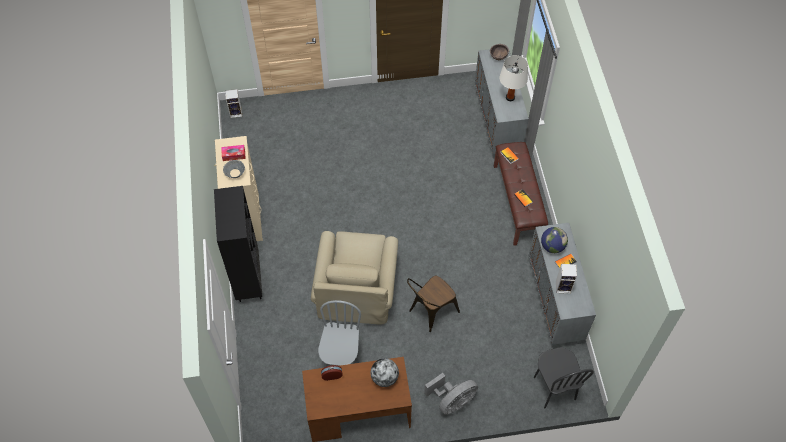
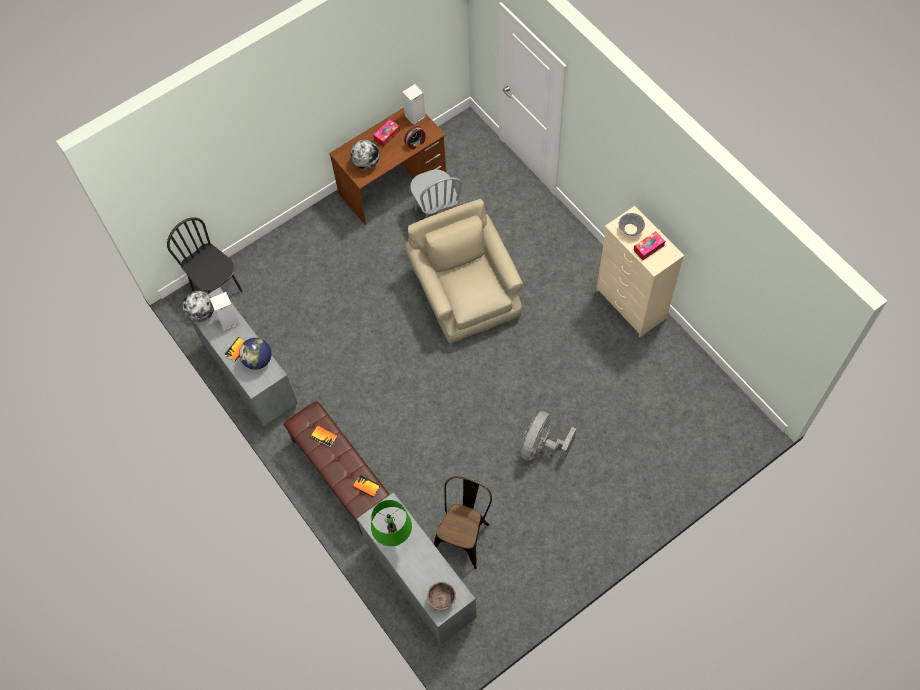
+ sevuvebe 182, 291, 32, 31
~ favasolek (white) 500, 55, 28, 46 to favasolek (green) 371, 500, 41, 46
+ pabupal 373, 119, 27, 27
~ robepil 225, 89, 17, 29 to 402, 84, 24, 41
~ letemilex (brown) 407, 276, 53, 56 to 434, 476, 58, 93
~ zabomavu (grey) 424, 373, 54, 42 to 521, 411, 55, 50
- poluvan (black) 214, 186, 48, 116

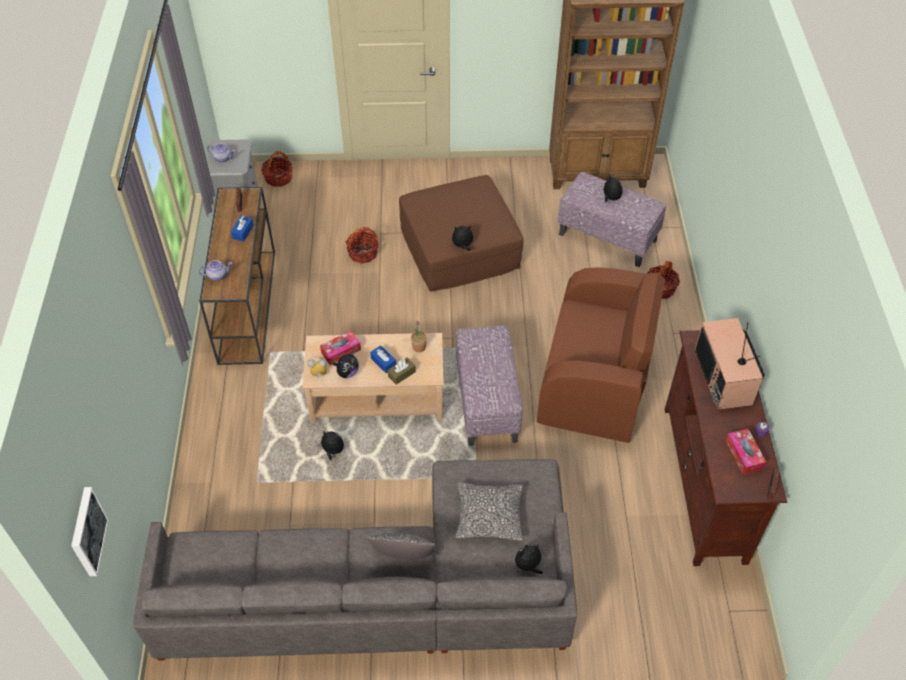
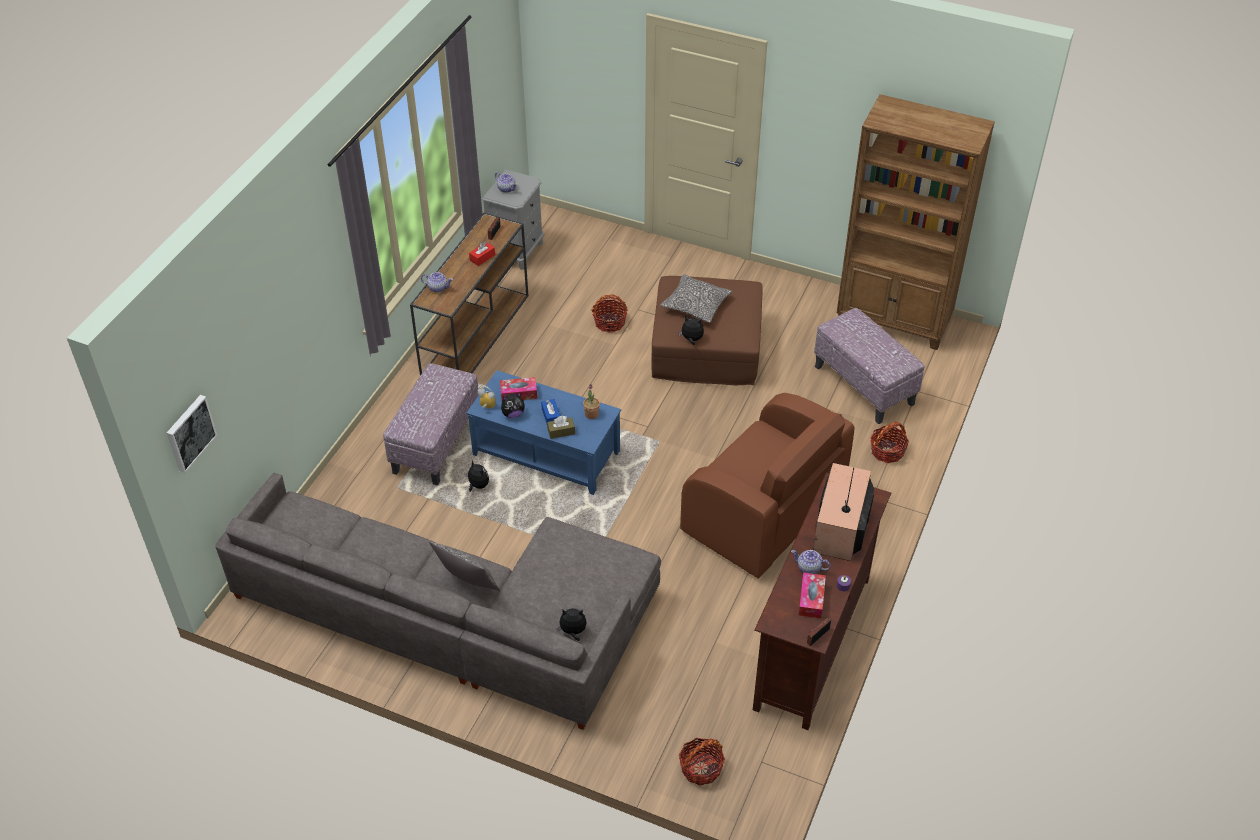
~ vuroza 456, 326, 67, 120 to 383, 363, 96, 122
~ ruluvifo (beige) 302, 333, 142, 90 to ruluvifo (blue) 466, 370, 155, 125
~ pabupal (blue) 231, 216, 23, 25 to pabupal (red) 469, 242, 26, 24
~ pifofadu 456, 482, 67, 59 to 660, 274, 73, 49
~ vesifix 261, 151, 32, 36 to 679, 738, 46, 47
+ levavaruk 791, 550, 39, 24
- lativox 600, 175, 23, 27

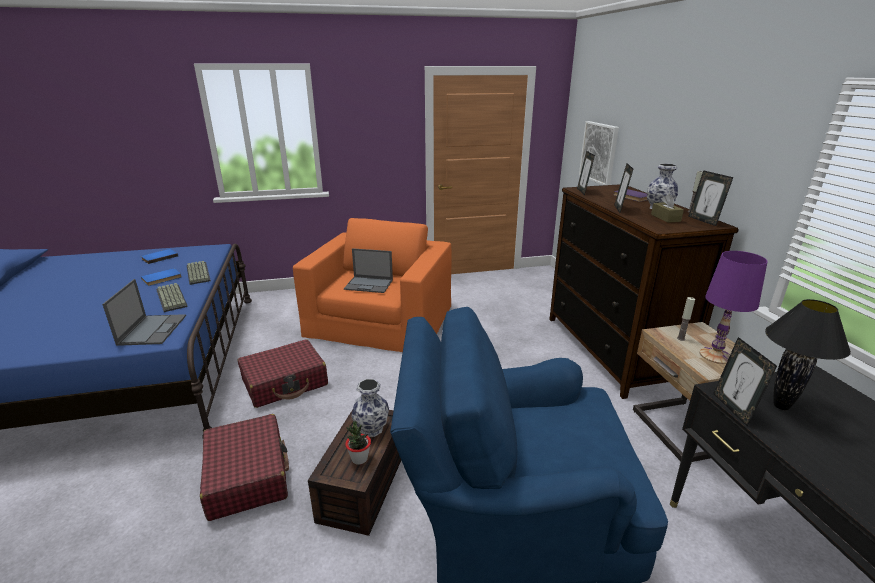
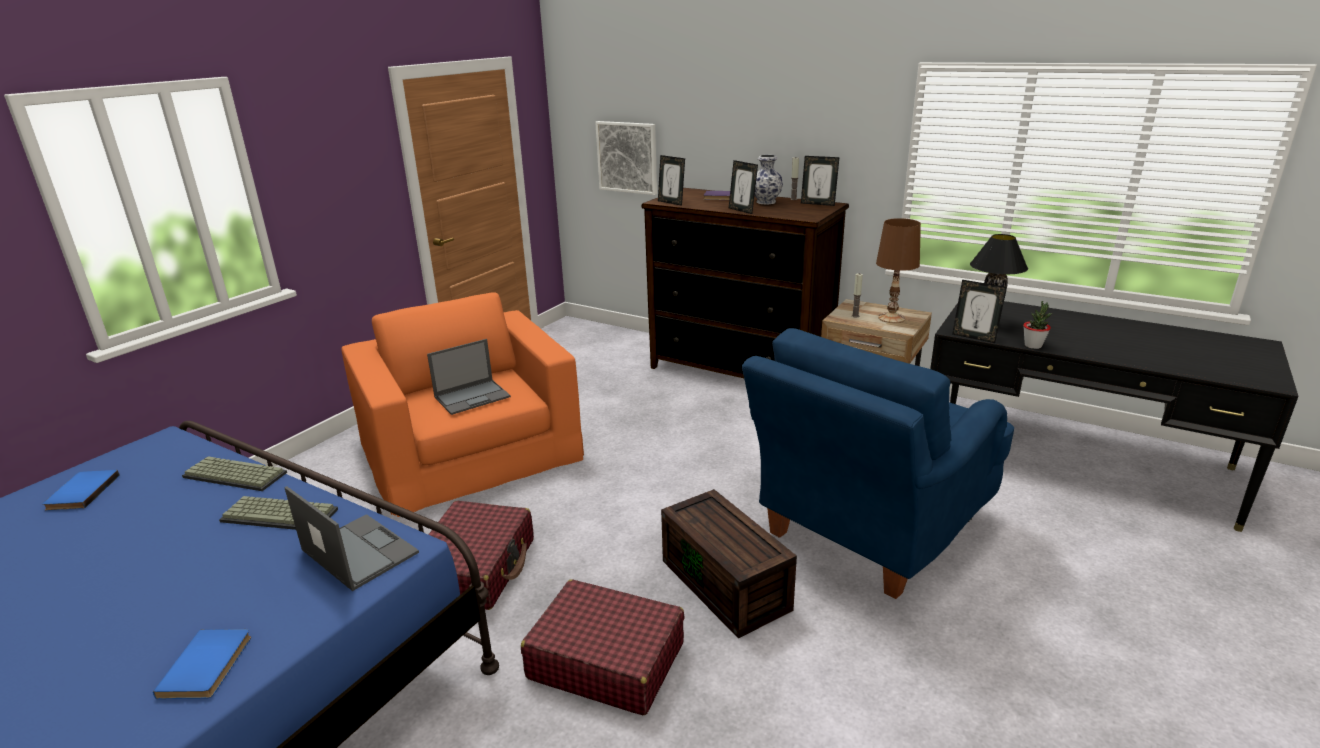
~ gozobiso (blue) 141, 268, 41, 18 to 153, 629, 98, 70
~ favasolek (purple) 700, 251, 68, 113 to favasolek (brown) 876, 218, 45, 105
~ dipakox 345, 421, 26, 44 to 1023, 301, 30, 48
- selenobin 351, 379, 38, 58
- pabupal (brown) 651, 194, 33, 29

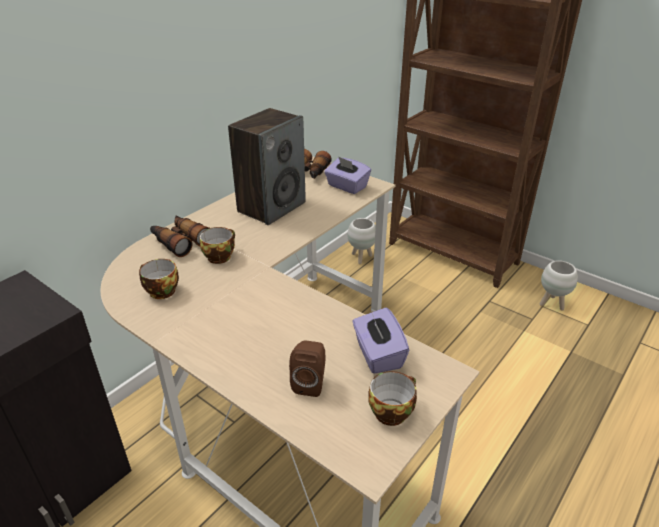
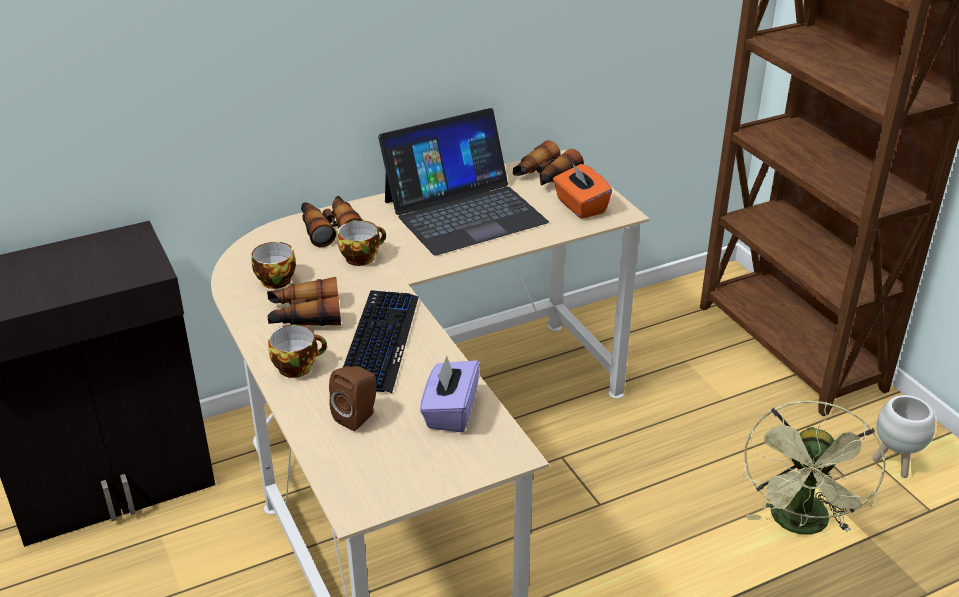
+ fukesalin 267, 277, 74, 49
~ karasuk 368, 371, 49, 55 to 268, 325, 59, 53
+ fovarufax 343, 290, 76, 103
~ robepil 228, 108, 78, 117 to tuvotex 378, 108, 171, 147
~ pabupal (purple) 324, 156, 47, 38 to pabupal (orange) 553, 163, 59, 56
+ zabomavu (green) 744, 401, 141, 134
- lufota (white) 347, 218, 29, 46

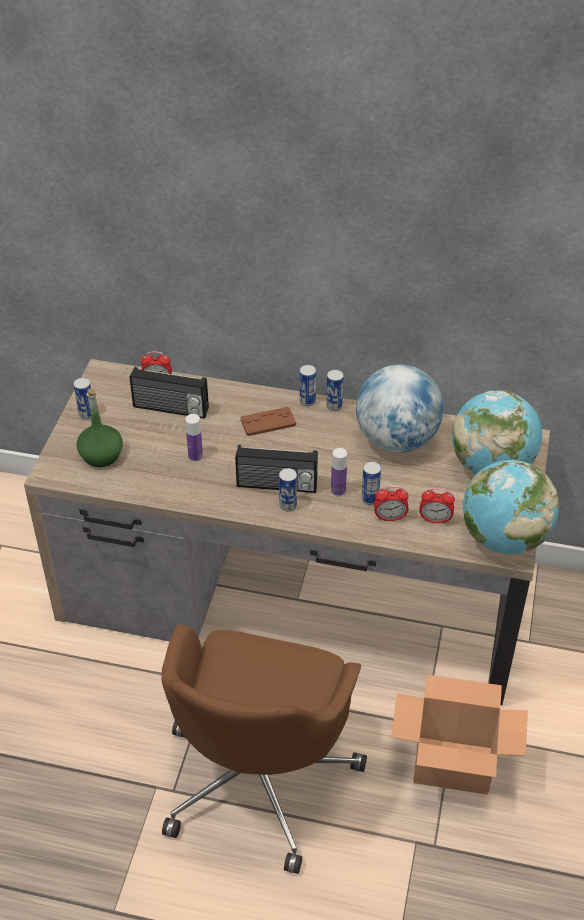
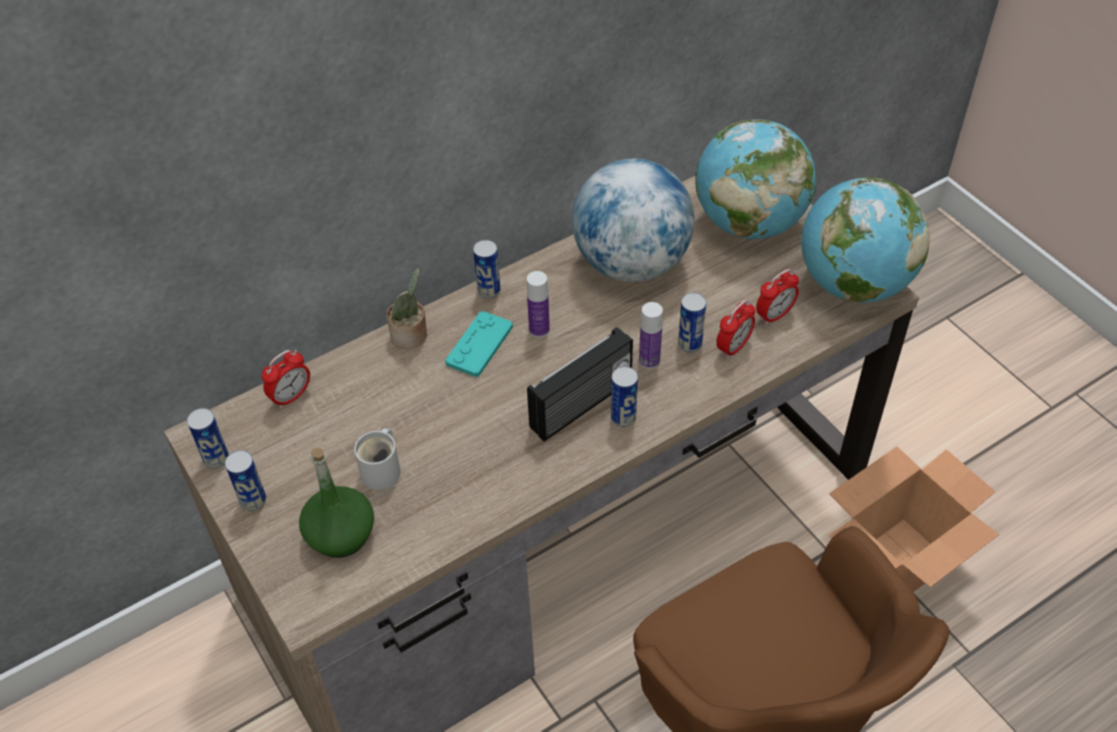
~ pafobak 326, 370, 18, 41 to 187, 408, 42, 60
+ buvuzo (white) 354, 428, 47, 62
+ dipakox 387, 268, 40, 81
~ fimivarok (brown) 241, 407, 55, 29 to fimivarok (turquoise) 445, 311, 68, 66
~ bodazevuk 186, 414, 17, 48 to 527, 271, 23, 66
- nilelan 130, 367, 79, 52

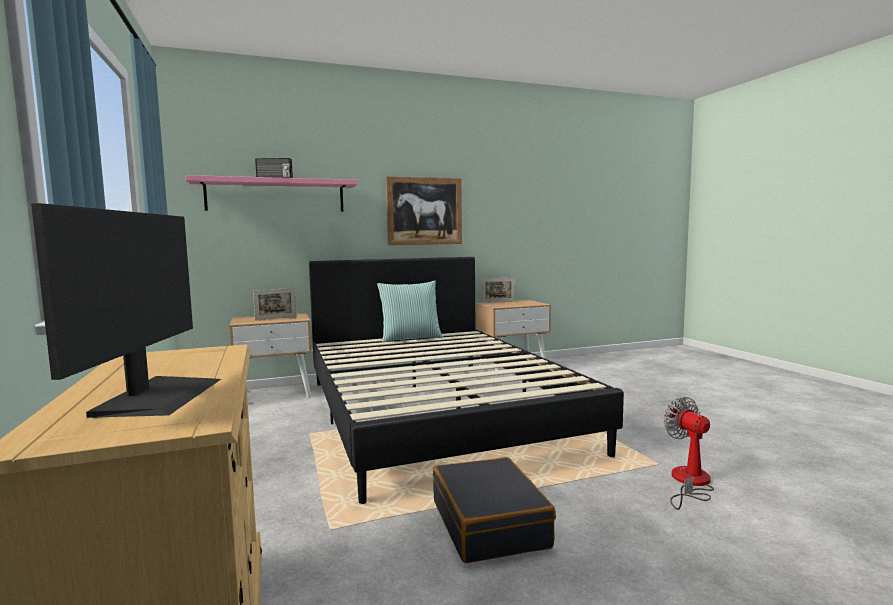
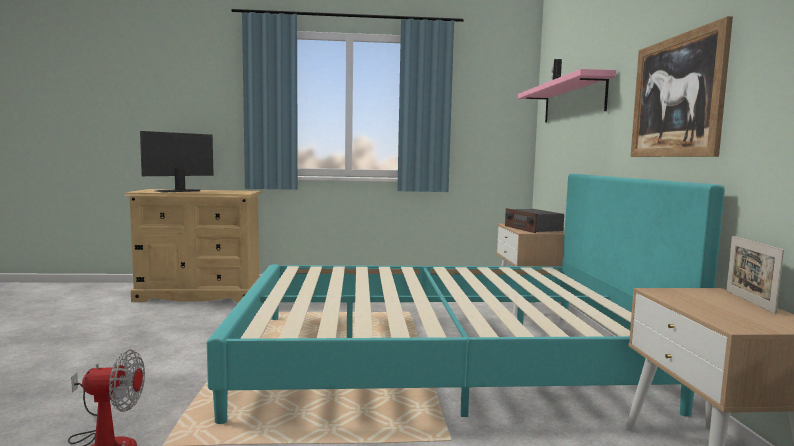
~ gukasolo 31, 203, 190, 215 = 140, 131, 74, 62 120 degrees clockwise
~ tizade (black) 309, 257, 315, 247 to tizade (turquoise) 207, 174, 518, 250
~ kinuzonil 253, 288, 43, 33 to nilelan 505, 208, 59, 25
- pifofadu 377, 281, 66, 62
- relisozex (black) 433, 457, 123, 106

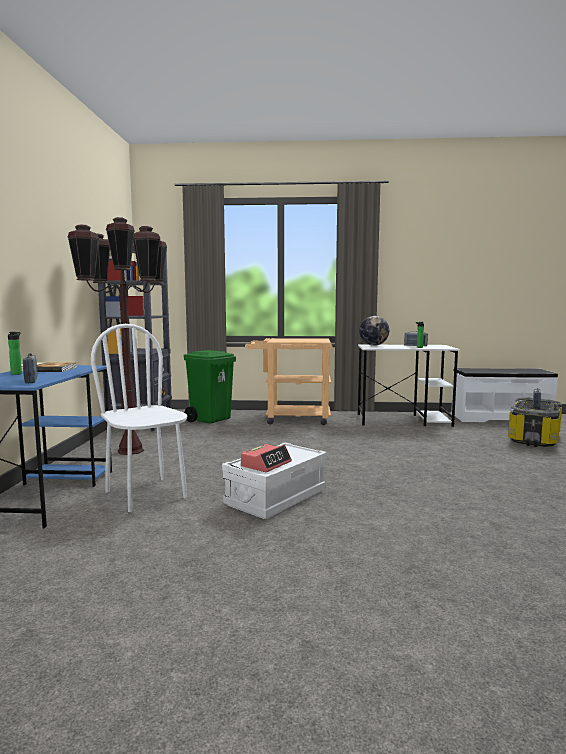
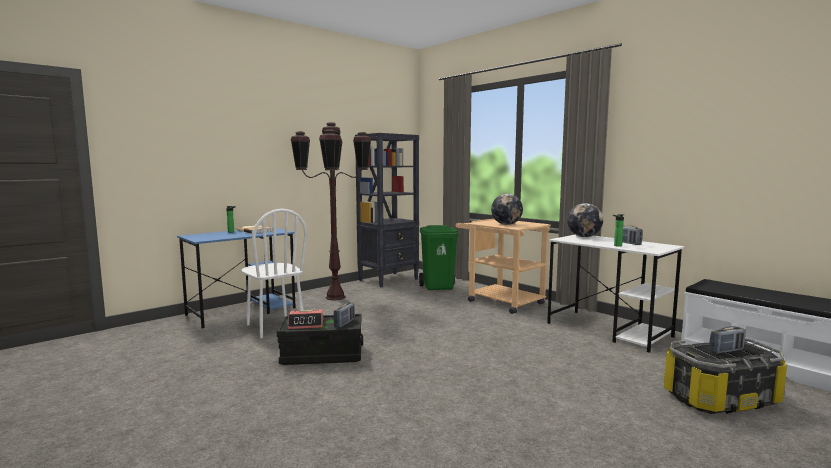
~ letemilex (white) 91, 324, 96, 188 = 241, 209, 66, 129 135 degrees clockwise
~ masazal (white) 222, 443, 105, 76 to masazal (black) 277, 314, 86, 51
~ nilelan 23, 353, 15, 30 to 333, 302, 22, 26
+ sevuvebe 491, 194, 32, 31

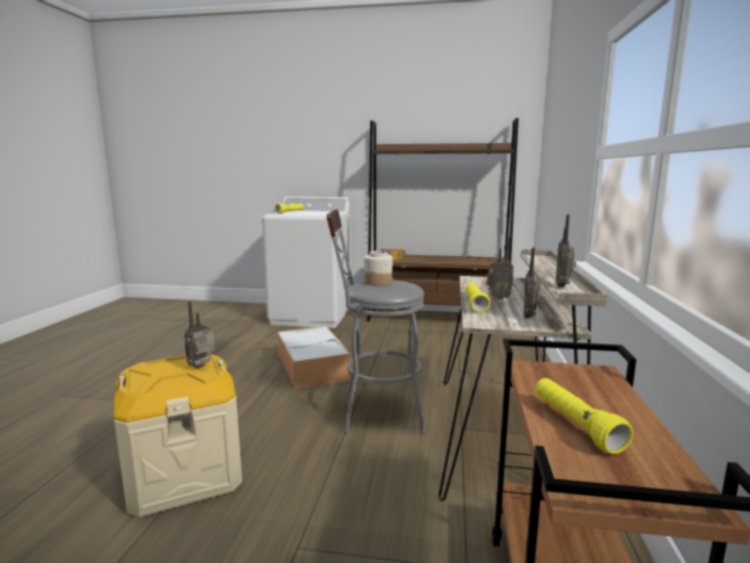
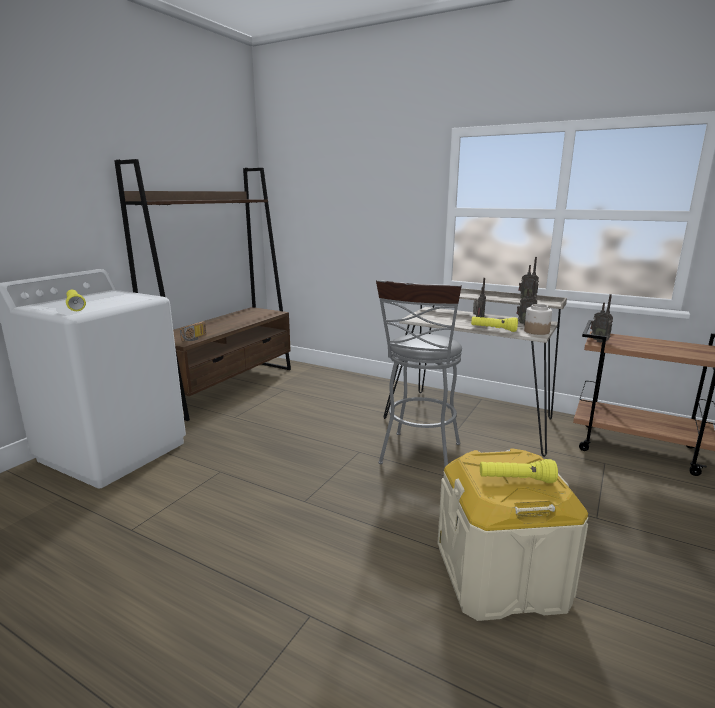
~ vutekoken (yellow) 535, 378, 98, 76 to 480, 459, 78, 24
~ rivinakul 364, 251, 29, 35 to 524, 304, 28, 31
~ nilelan 184, 301, 31, 67 to 590, 294, 23, 49
- masazal 277, 326, 74, 63

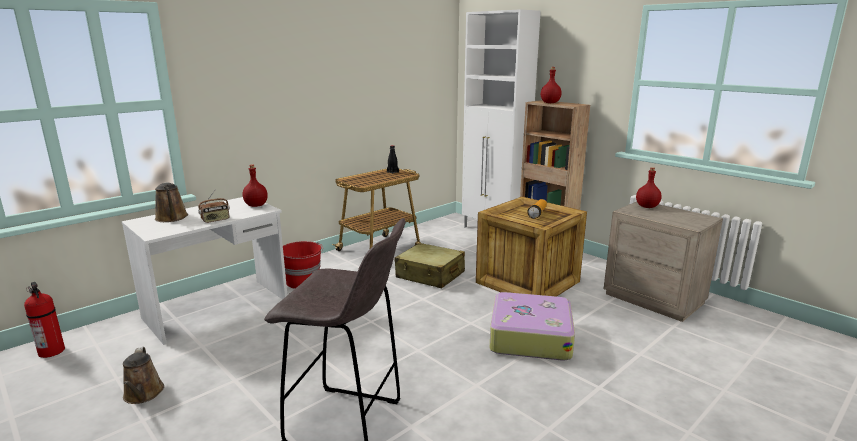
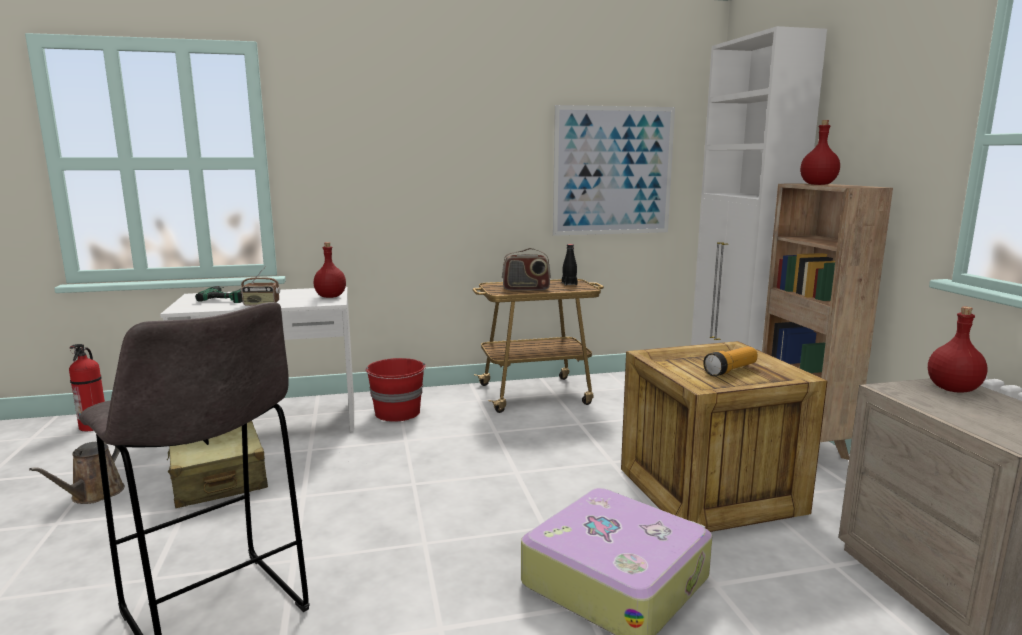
~ relisozex (beige) 395, 243, 70, 45 to 167, 421, 101, 87
~ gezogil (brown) 155, 182, 33, 40 to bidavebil 195, 286, 48, 17
+ nilelan 502, 248, 49, 42
+ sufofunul 553, 105, 122, 131

